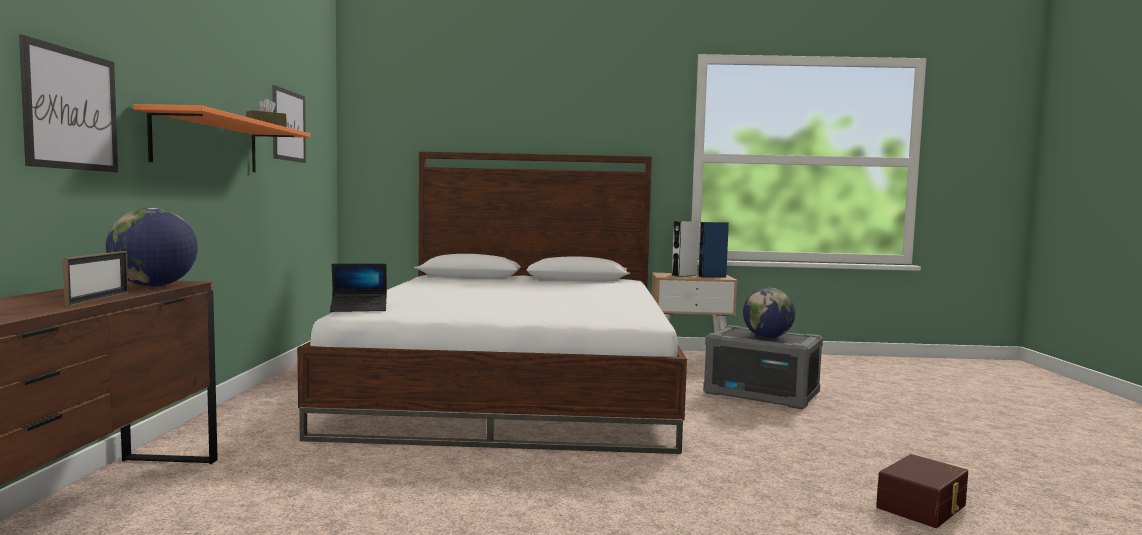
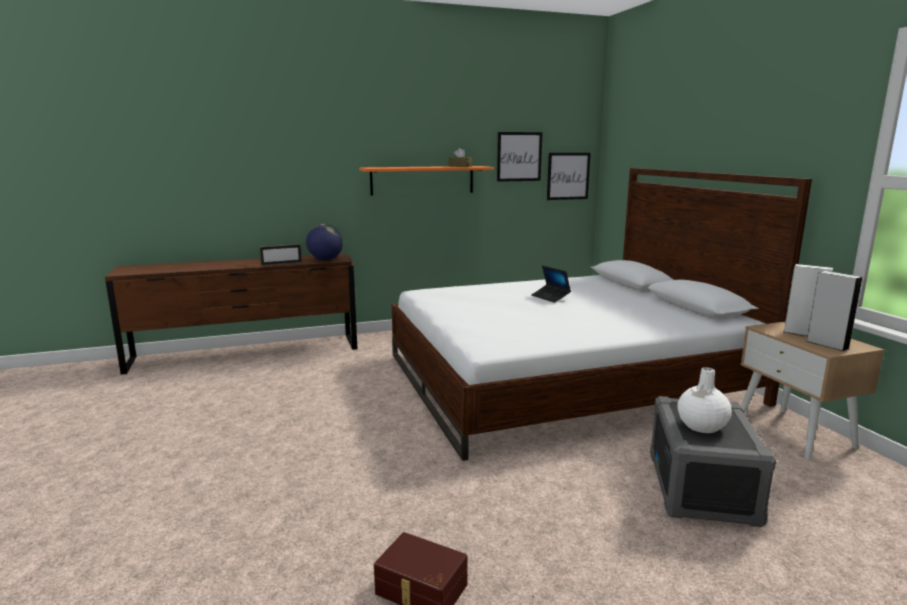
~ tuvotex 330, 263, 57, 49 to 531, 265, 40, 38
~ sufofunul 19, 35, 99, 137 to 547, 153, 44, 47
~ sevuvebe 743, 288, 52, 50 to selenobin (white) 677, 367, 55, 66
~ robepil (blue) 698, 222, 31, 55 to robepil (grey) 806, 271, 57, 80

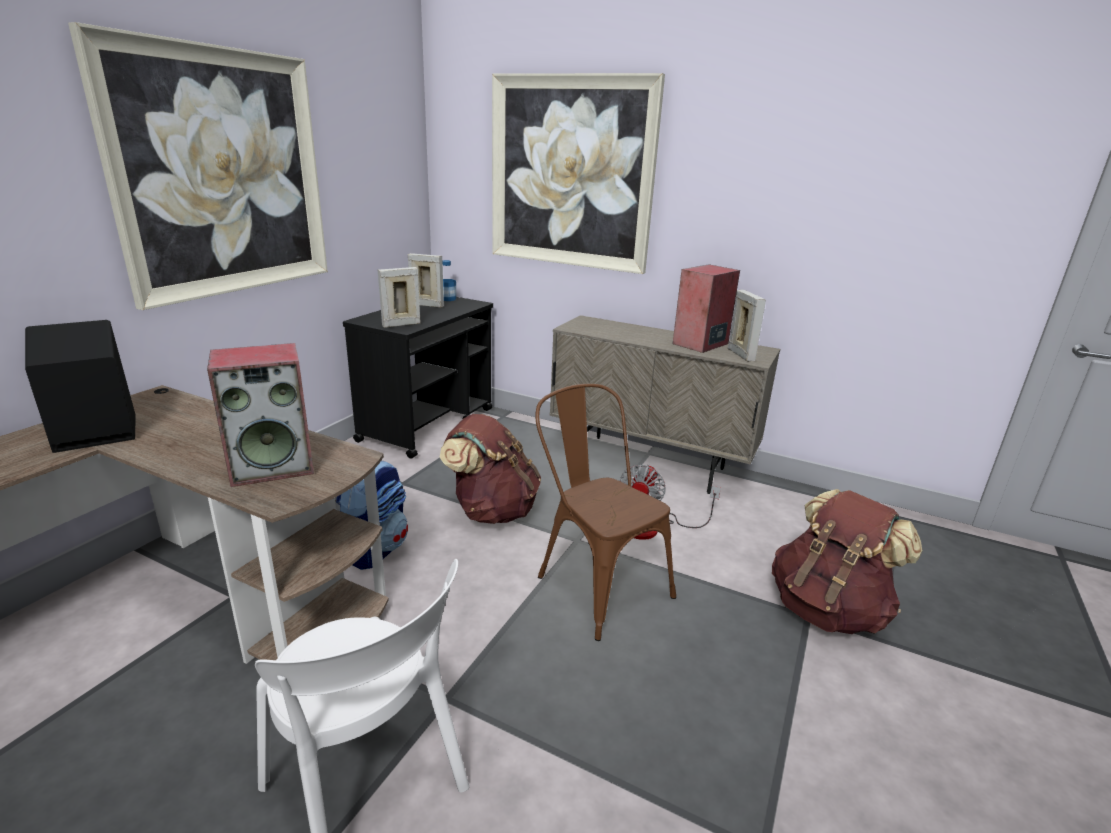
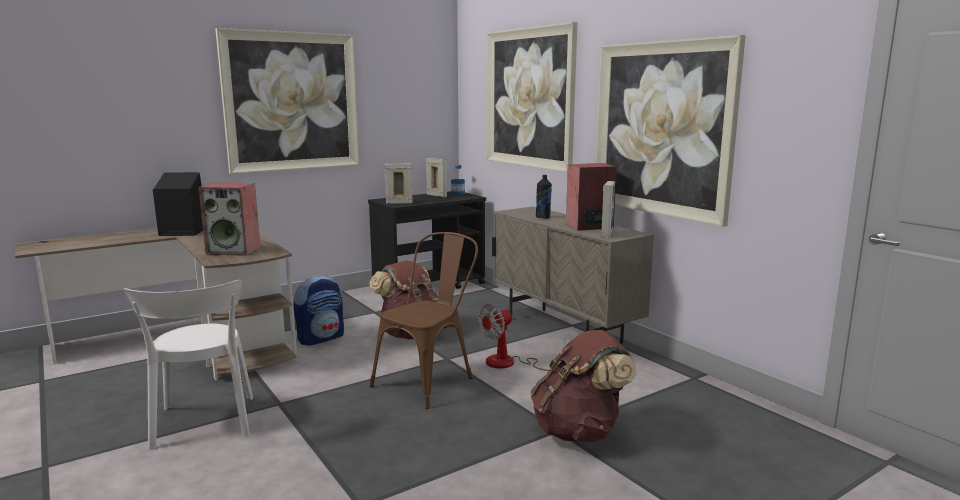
~ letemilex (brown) 536, 384, 140, 257 = 369, 232, 109, 177 45 degrees clockwise
+ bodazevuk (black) 536, 175, 16, 43
+ sufofunul 596, 35, 150, 192

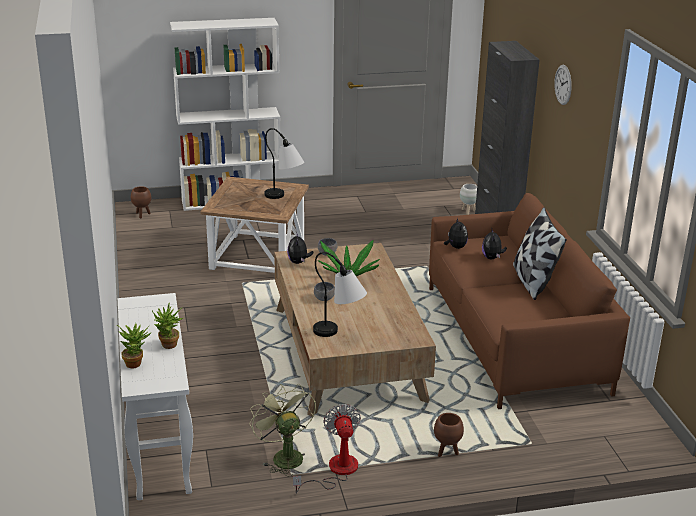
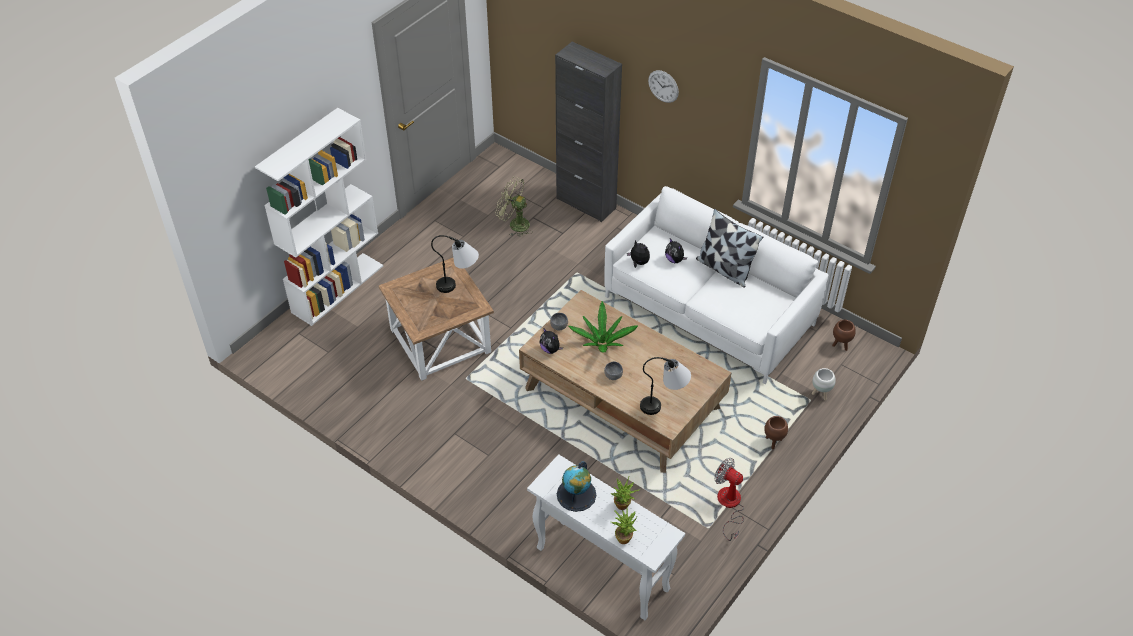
~ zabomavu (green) 250, 384, 66, 92 to 495, 177, 38, 60
+ sevuvebe 557, 461, 39, 51
~ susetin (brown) 429, 193, 201, 216 to susetin (white) 604, 186, 225, 198
~ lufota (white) 460, 184, 17, 31 to 812, 368, 24, 32
~ lufota (brown) 131, 186, 20, 32 to 832, 320, 24, 31

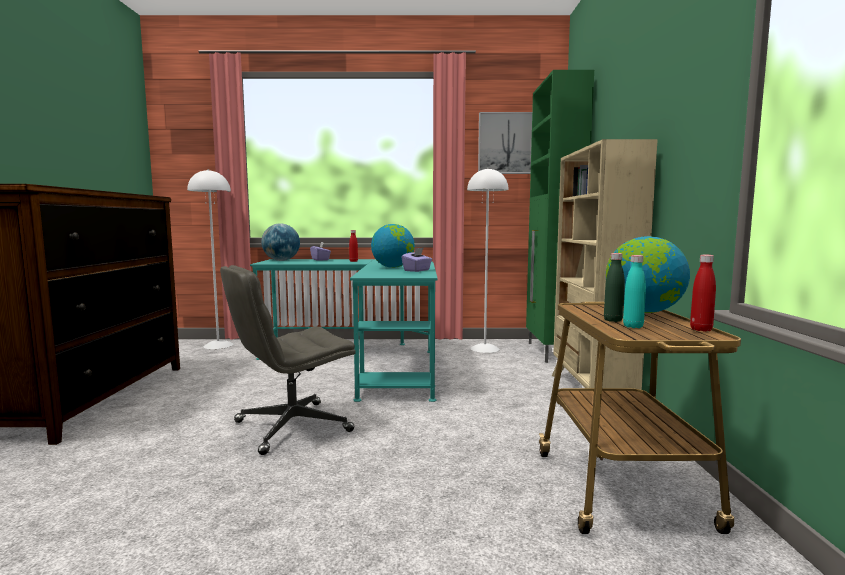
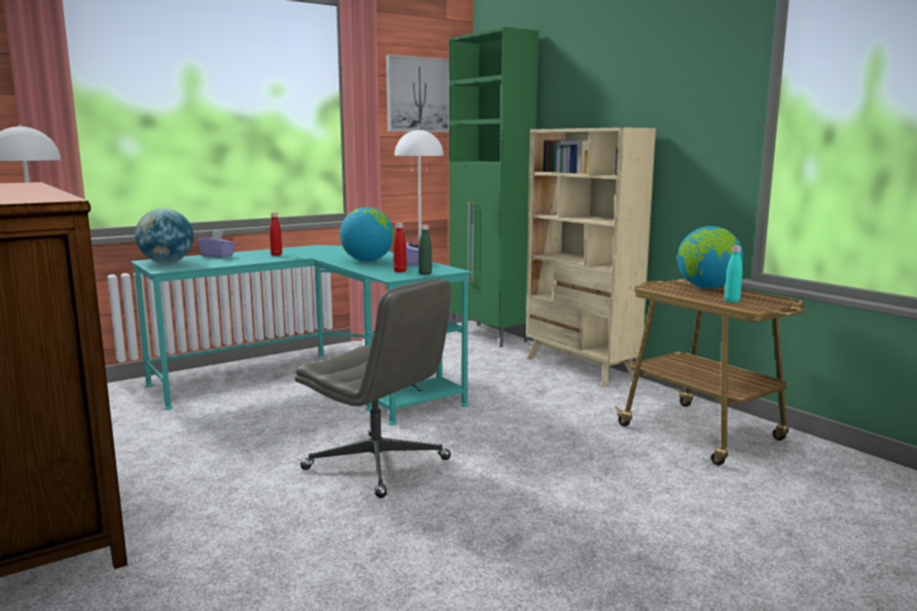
~ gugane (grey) 220, 265, 136, 190 = 295, 278, 156, 220 75 degrees counterclockwise
~ bodazevuk (red) 690, 255, 26, 76 to 393, 223, 14, 49
~ bodazevuk (green) 604, 253, 21, 69 to 419, 225, 13, 50

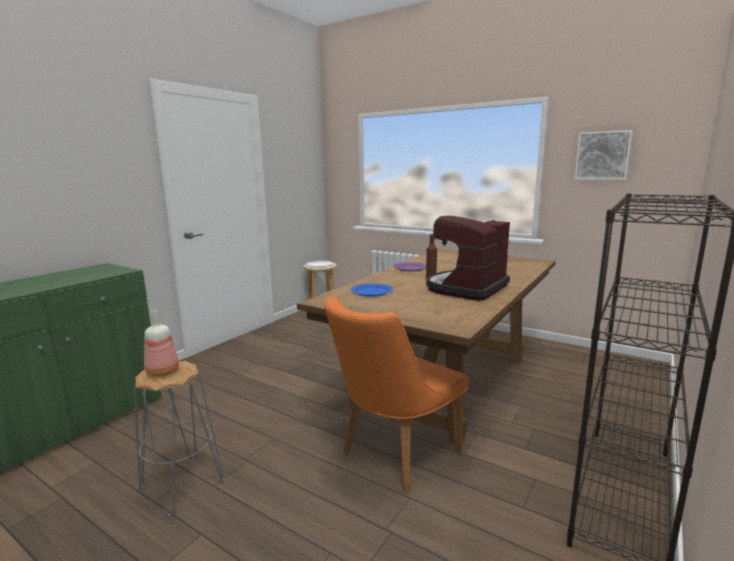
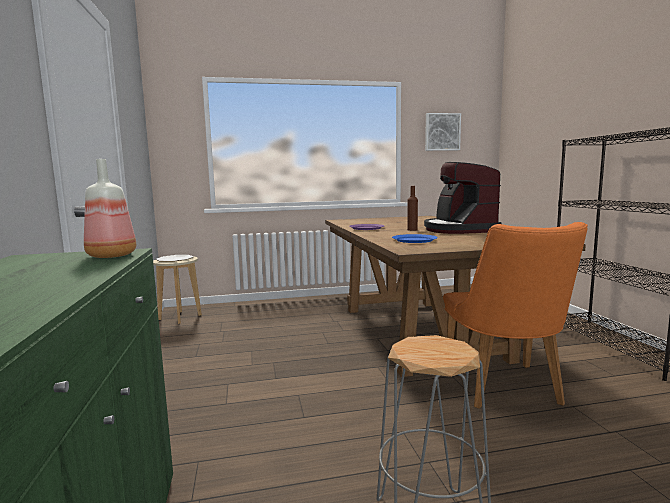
~ bodazevuk 144, 310, 35, 67 to 84, 159, 52, 99

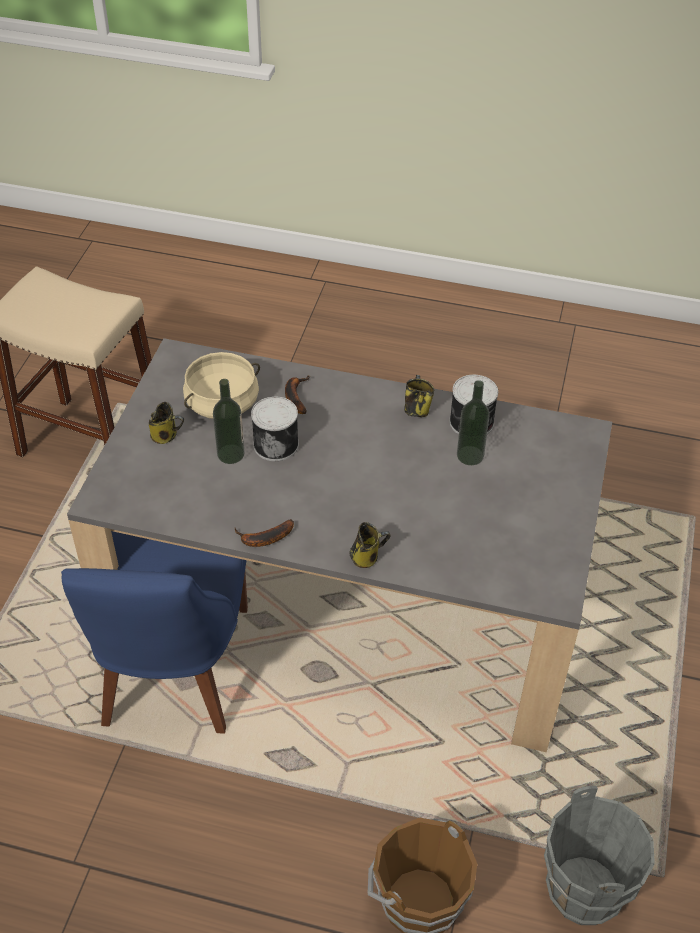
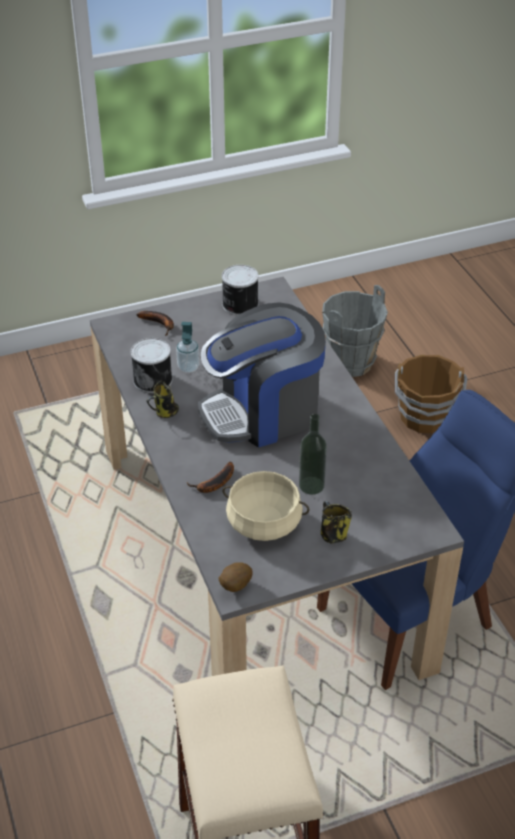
~ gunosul 235, 519, 59, 28 to 136, 311, 38, 25
~ bodazevuk 457, 380, 33, 85 to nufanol 176, 322, 24, 51
+ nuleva 198, 302, 128, 146
+ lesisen 219, 562, 34, 30
~ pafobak 251, 396, 48, 65 to 222, 265, 36, 51
- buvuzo 350, 522, 41, 46

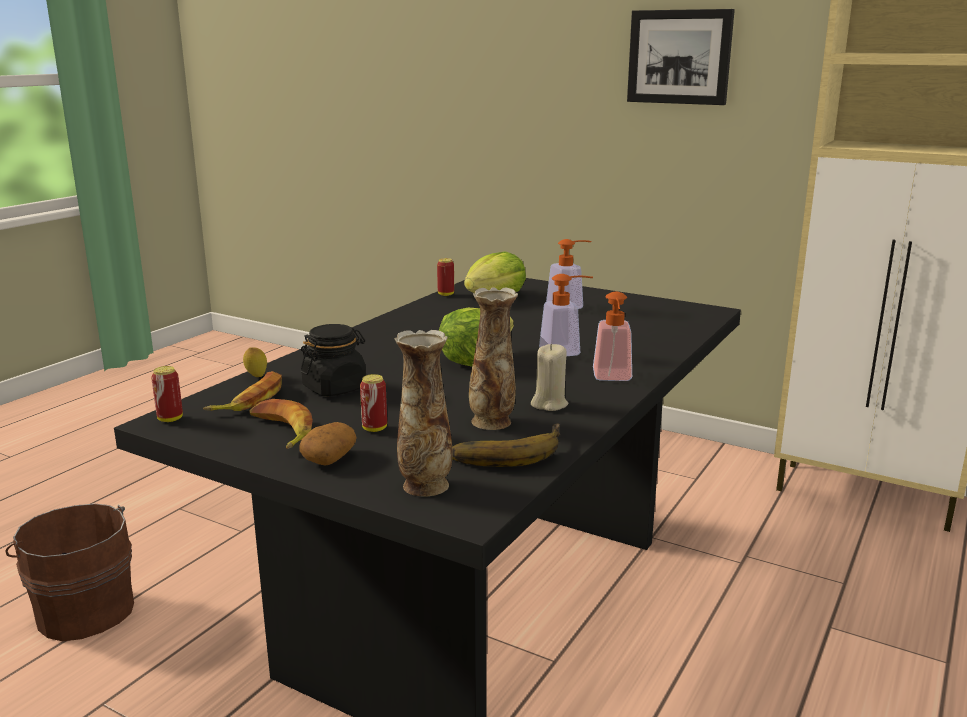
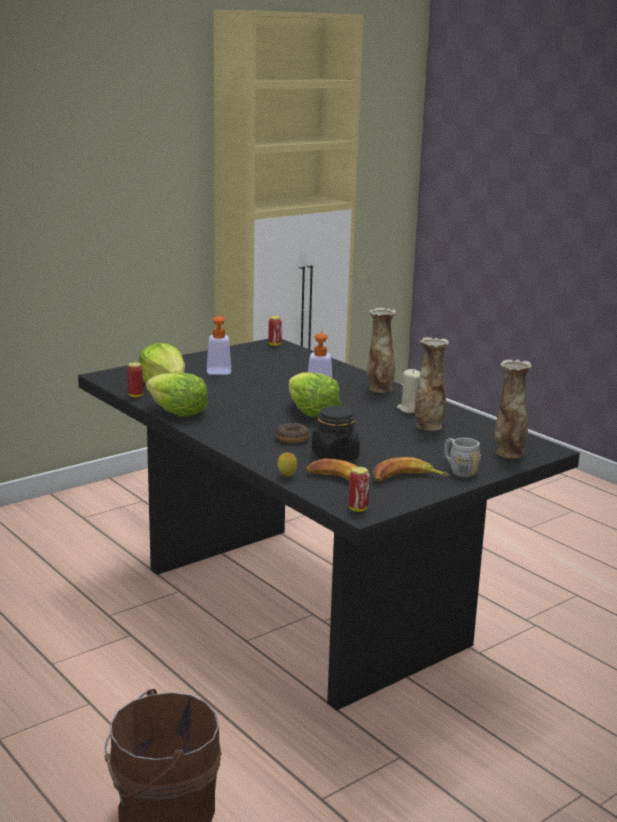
+ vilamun 146, 373, 63, 44
~ pafobak 360, 374, 27, 58 to 268, 316, 14, 30
+ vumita 275, 423, 35, 20
~ nufanol 593, 292, 39, 89 to selenobin 367, 308, 29, 85
~ lesisen 299, 422, 58, 44 to buvuzo (grey) 444, 438, 37, 39
- gunosul 452, 423, 108, 44
- sufofunul 627, 9, 108, 96

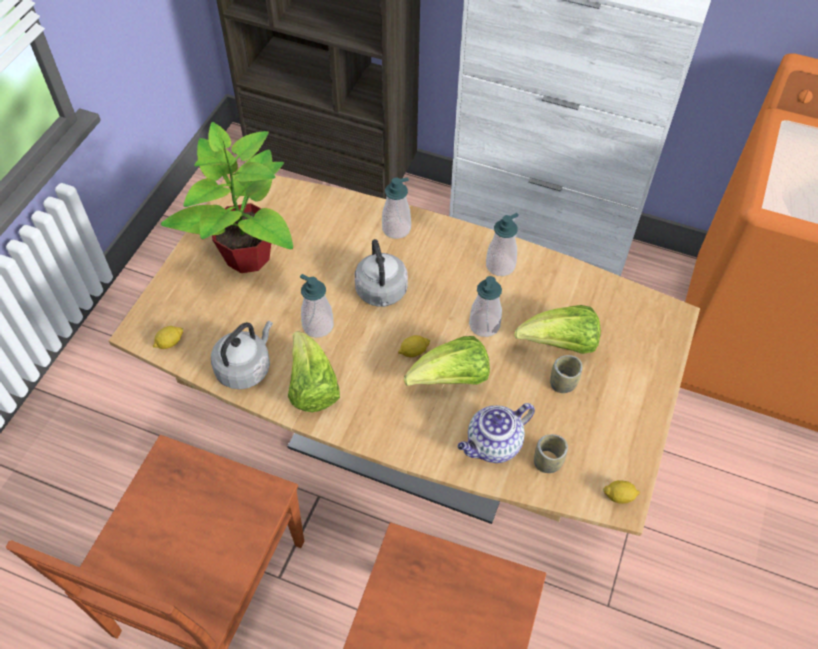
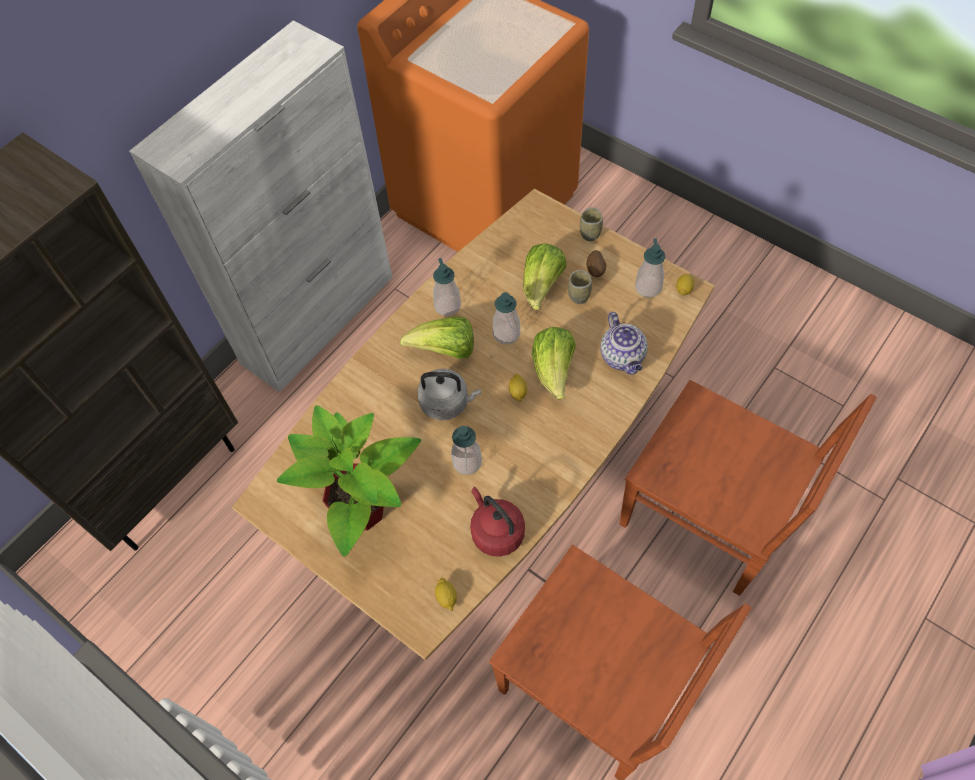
~ vilamun 288, 331, 52, 81 to 400, 316, 74, 43
~ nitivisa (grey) 211, 321, 62, 68 to nitivisa (red) 470, 487, 55, 70
~ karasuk 534, 434, 34, 39 to 580, 207, 23, 34
+ lesisen 586, 250, 20, 27
~ nufanol 382, 177, 29, 62 to 635, 238, 30, 60

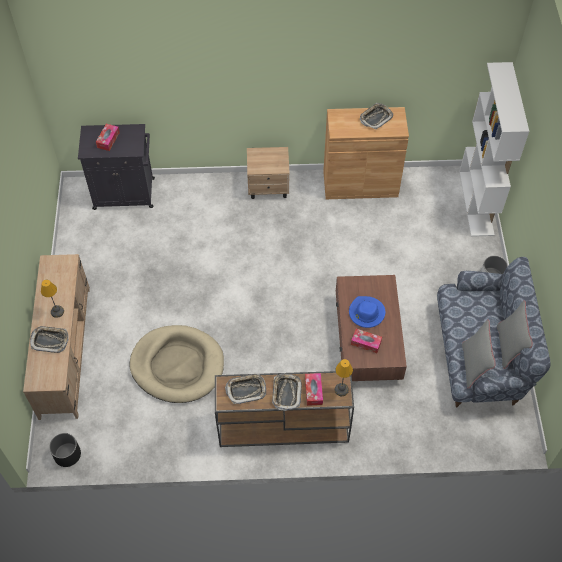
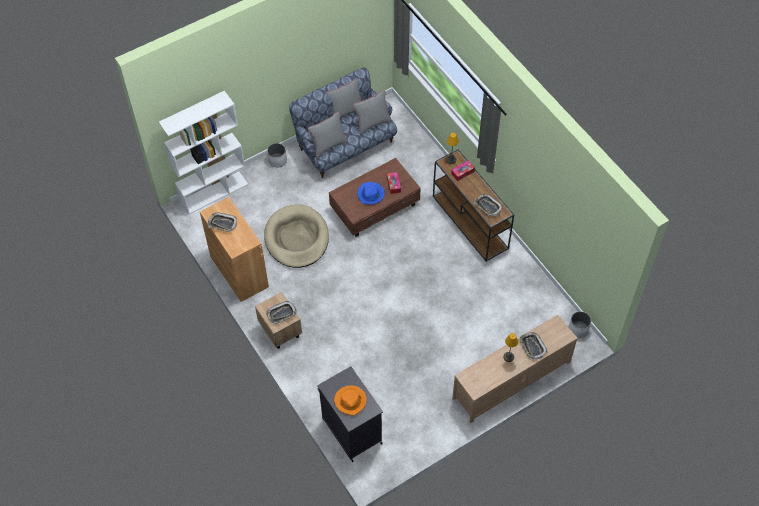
~ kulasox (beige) 129, 325, 95, 78 to 264, 204, 65, 64
~ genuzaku 272, 374, 30, 37 to 266, 301, 31, 24
+ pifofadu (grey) 308, 112, 39, 46
~ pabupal 96, 124, 24, 27 to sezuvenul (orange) 334, 385, 33, 31
~ lufota (black) 49, 433, 32, 34 to lufota (white) 569, 311, 22, 27

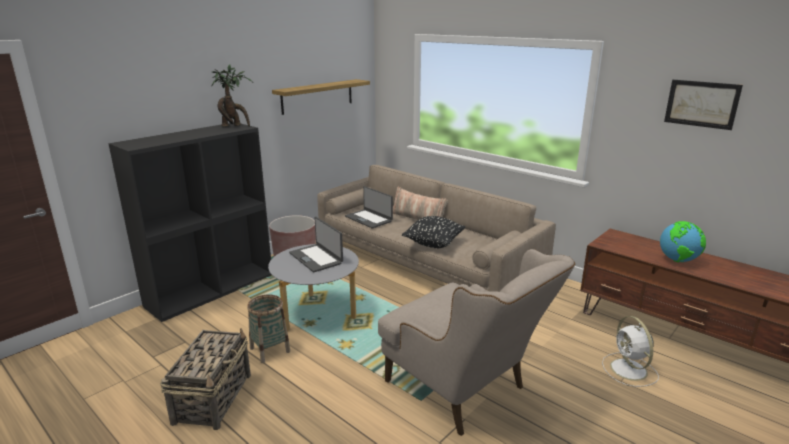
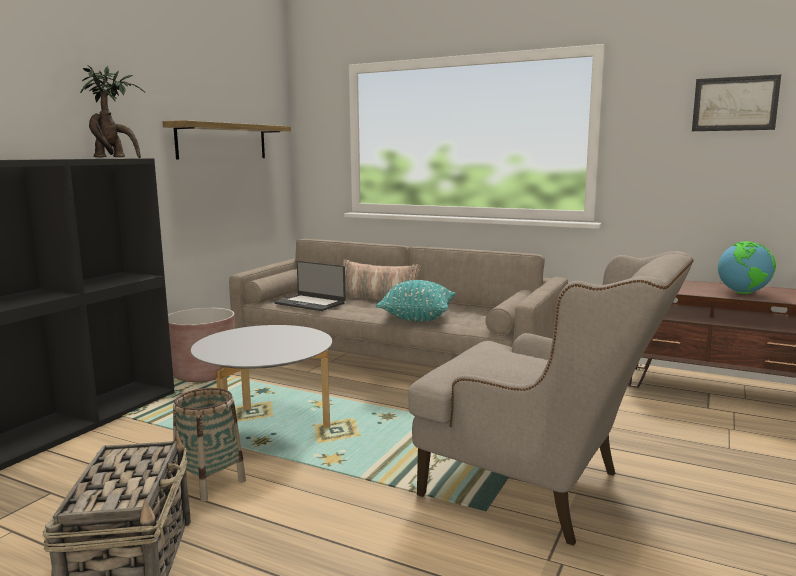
~ pifofadu (black) 402, 216, 64, 32 to pifofadu (turquoise) 376, 280, 80, 42
- tuvotex 289, 217, 54, 55
- zabomavu (white) 602, 316, 57, 71

